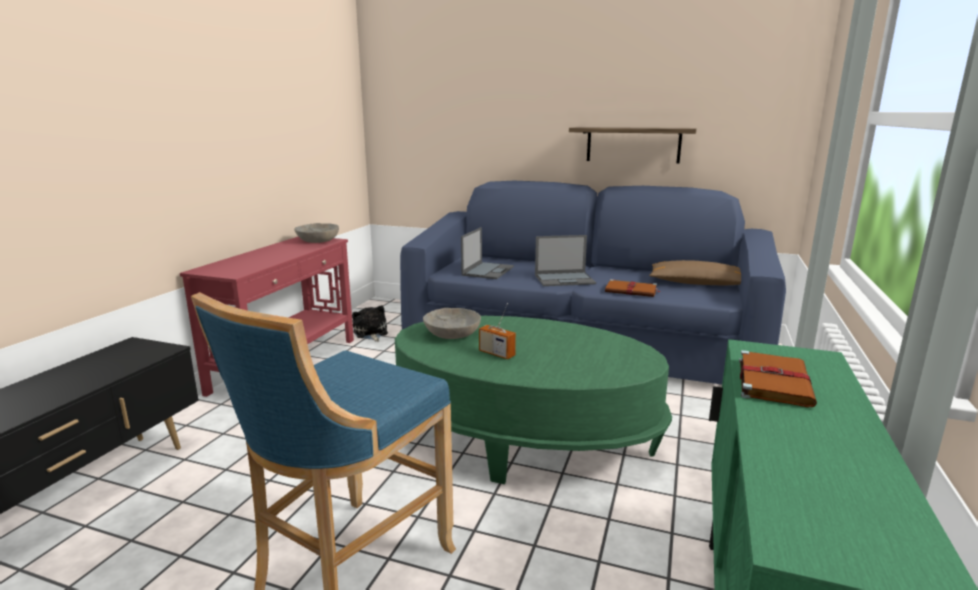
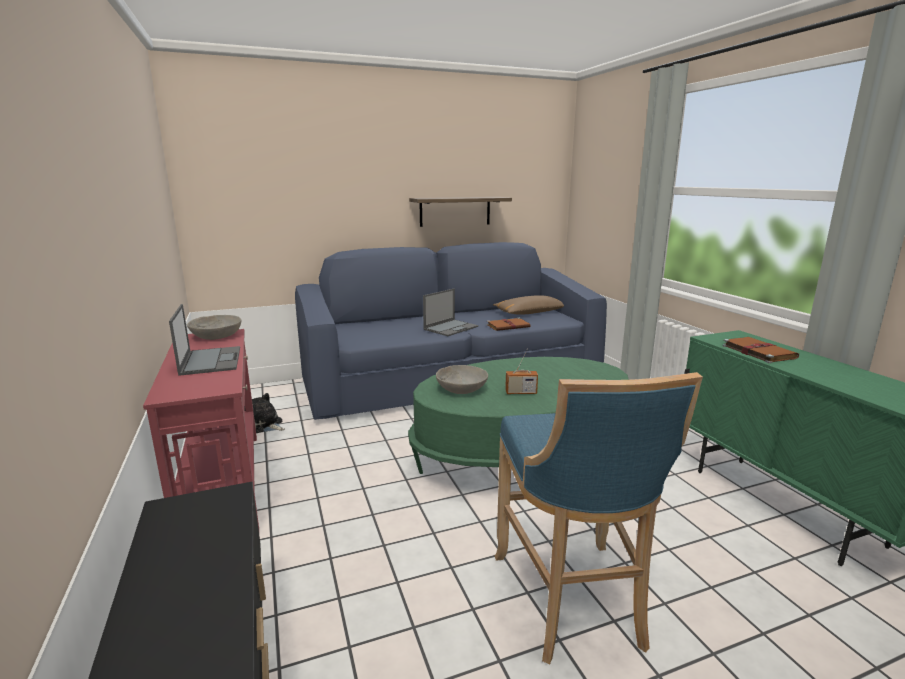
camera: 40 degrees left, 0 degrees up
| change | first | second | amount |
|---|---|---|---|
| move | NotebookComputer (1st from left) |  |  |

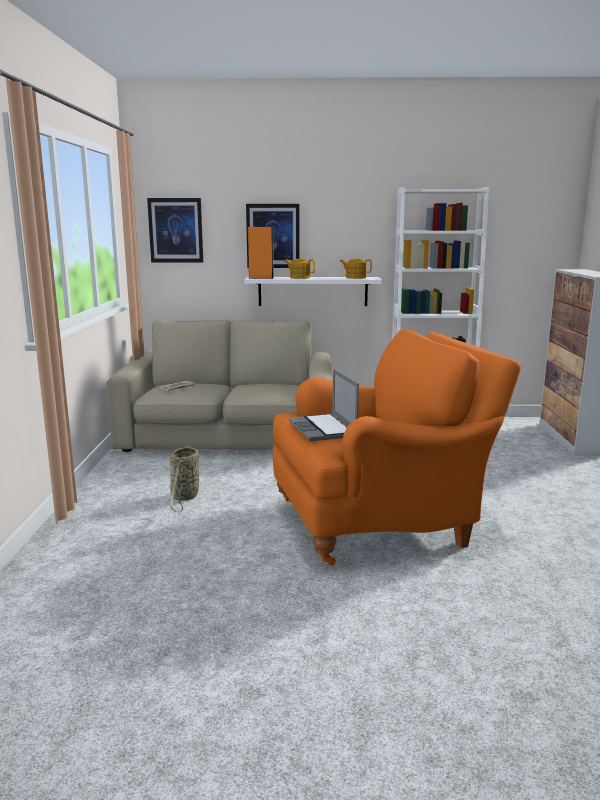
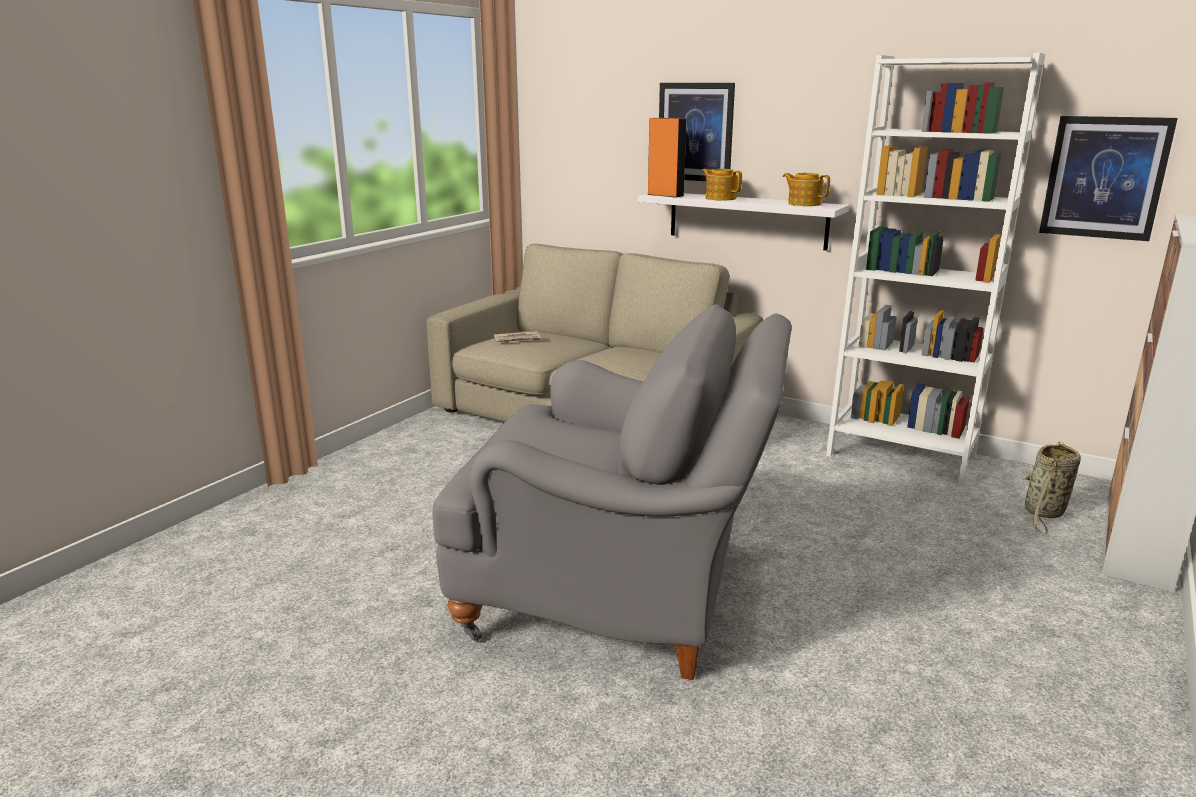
camera: 30 degrees right, 5 degrees up
| change | first | second | amount |
|---|---|---|---|
| delete | NotebookComputer |  |  |
| move | WallArt (1st from left in the first image) | WallArt (2nd from left) |  |
| move | HouseholdBasket |  |  |
| recolor | OrangeLoungeChair | GreyLoungeChair |  |

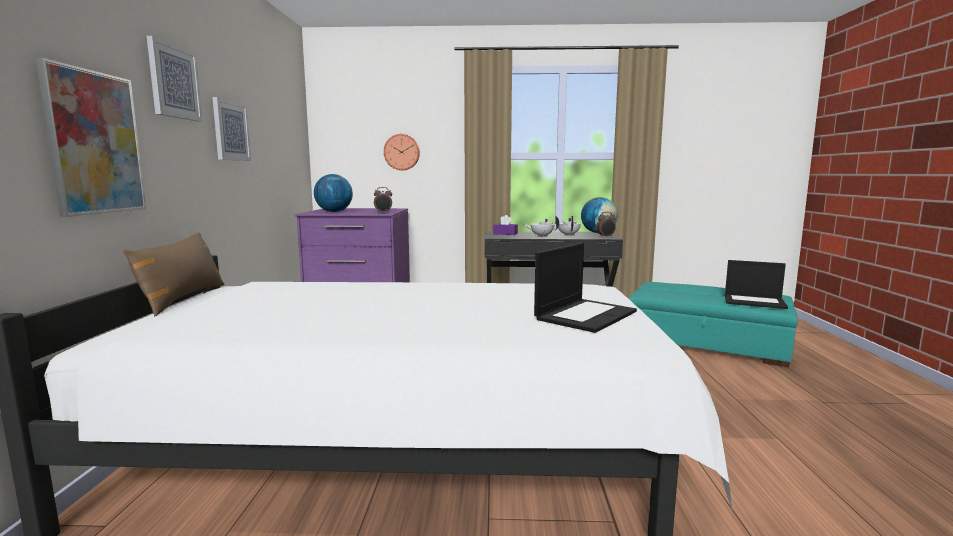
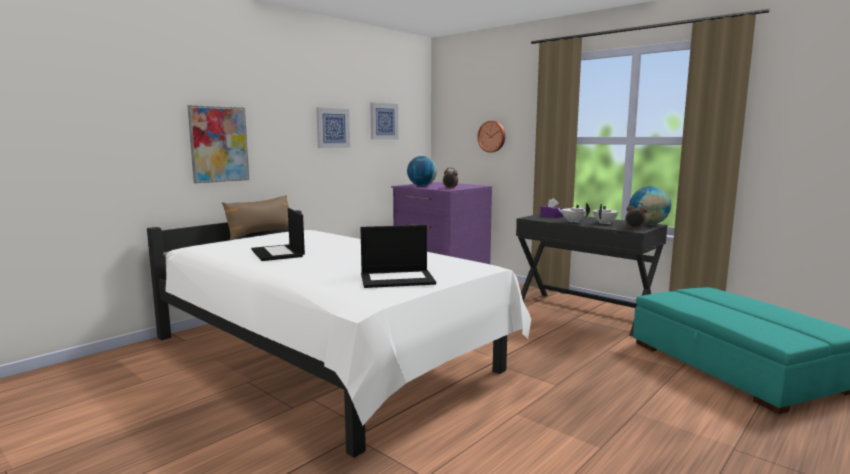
camera: 40 degrees right, 0 degrees up
| change | first | second | amount |
|---|---|---|---|
| move | WallArt (2nd from left in the first image) | WallArt (3rd from left) |  |
| move | NotebookComputer (2nd from left in the first image) | NotebookComputer (1st from left) |  |

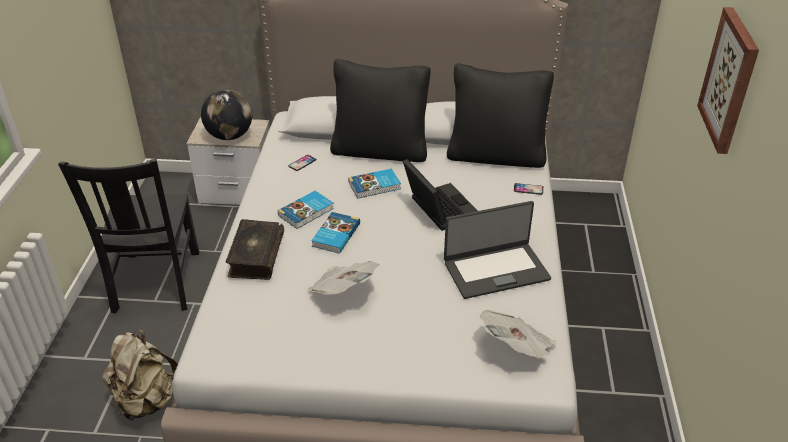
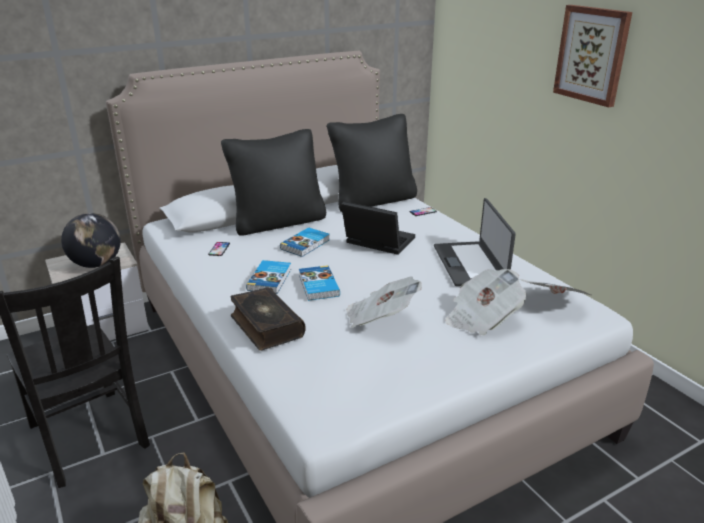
camera: 35 degrees left, 10 degrees down
| change | first | second | amount |
|---|---|---|---|
| insert |  | DailyPaper (2nd from left) |  |
| rotate | NotebookComputer (2nd from left) |  | 135 degrees clockwise |

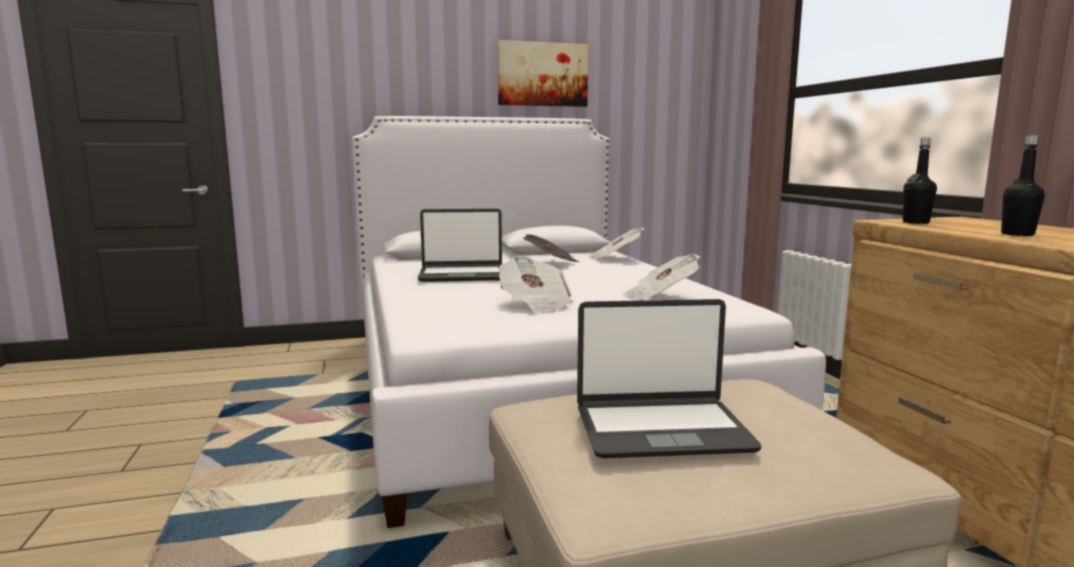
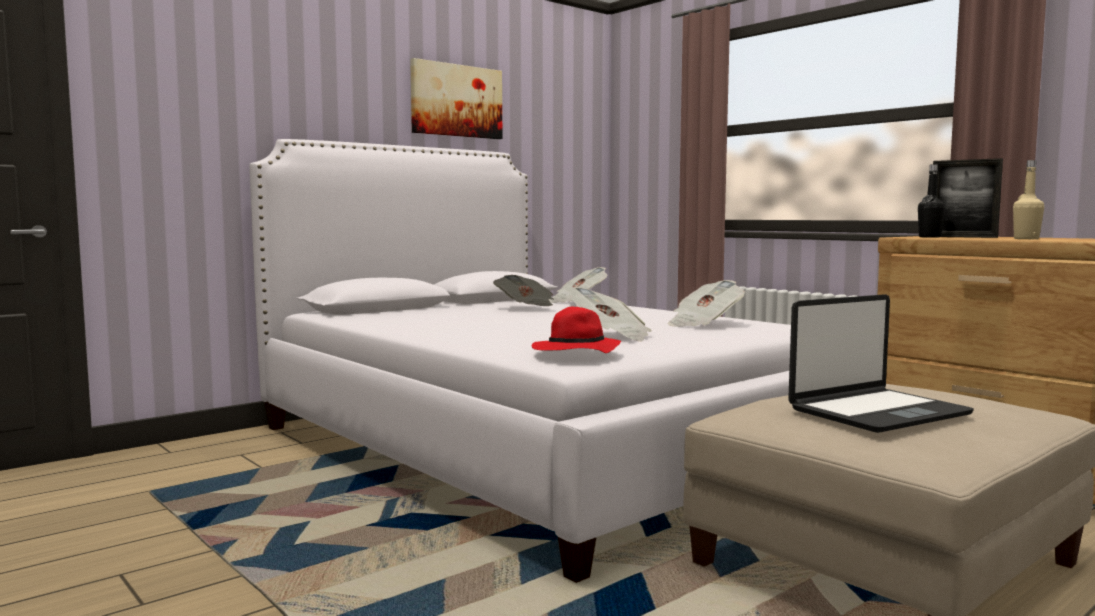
camera: 25 degrees left, 5 degrees down
| change | first | second | amount |
|---|---|---|---|
| delete | NotebookComputer (1st from left) |  |  |
| insert |  | RedColouredWearableHat |  |
| insert |  | PhotoFrame |  |
| recolor | BlackColouredBeverageBottle (2nd from left) | SandColouredBeverageBottle |  |

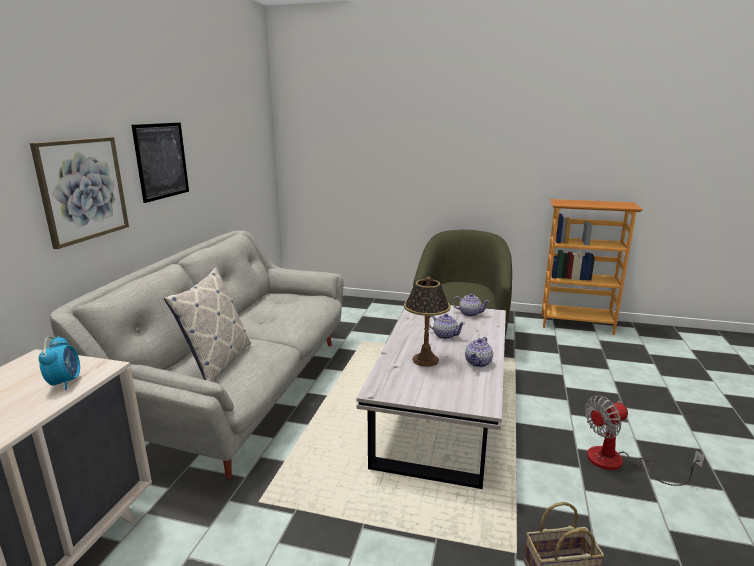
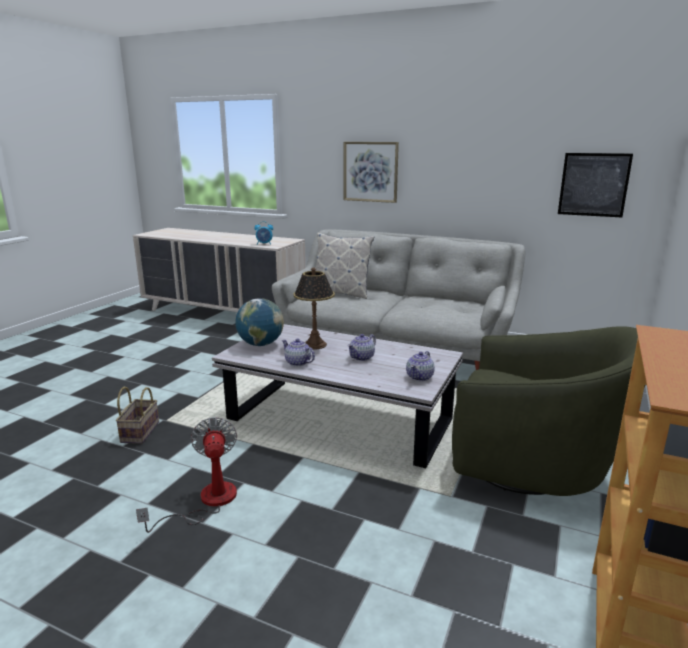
camera: 100 degrees right, 0 degrees up
| change | first | second | amount |
|---|---|---|---|
| insert |  | DeskGlobe |  |
| move | WallArt (2nd from left) |  |  |

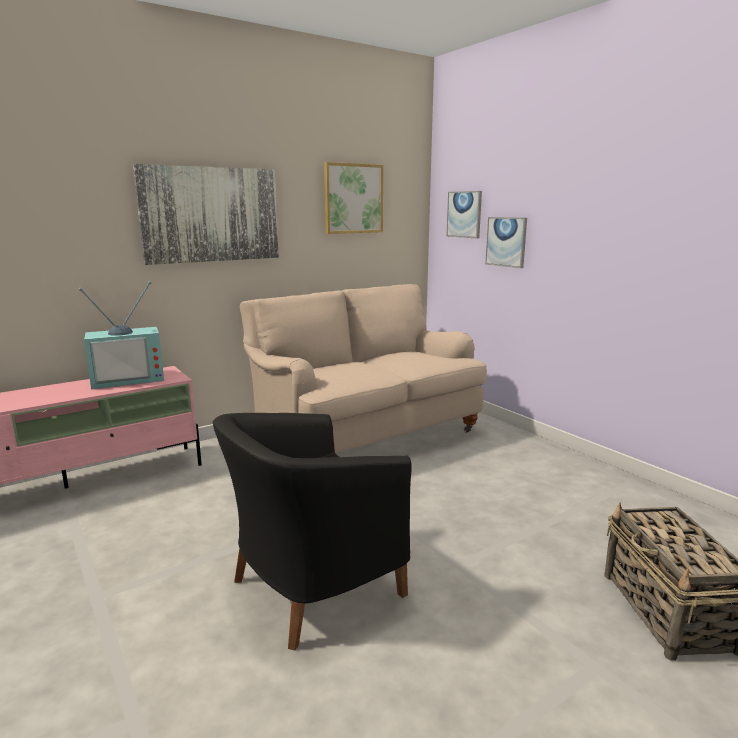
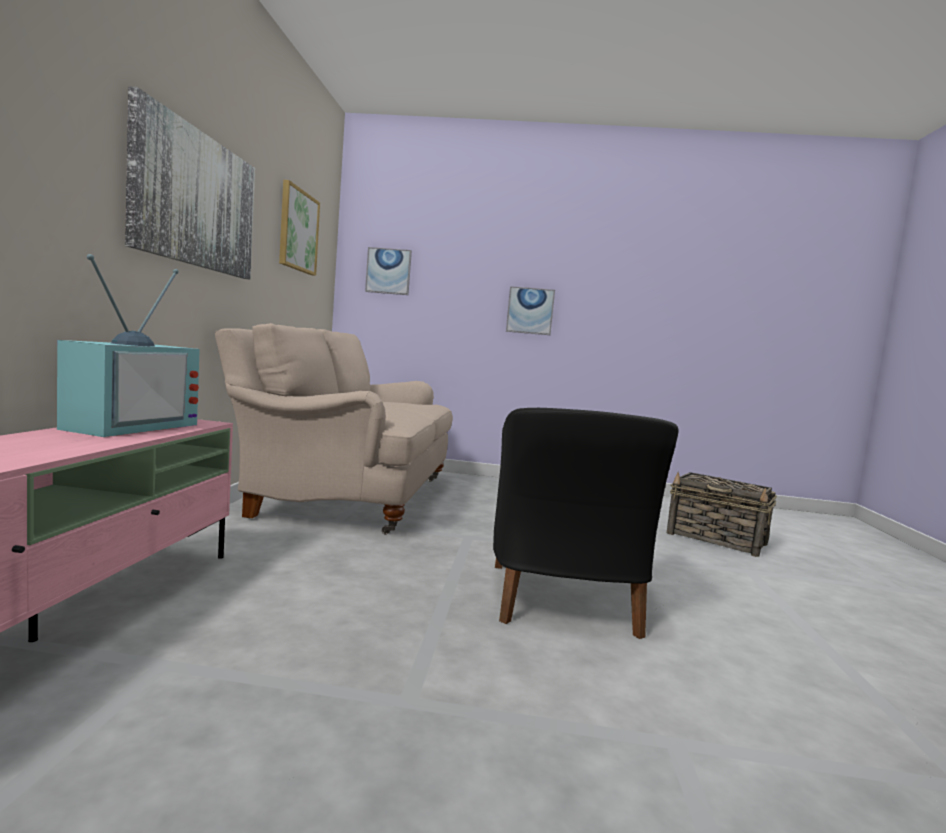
camera: 50 degrees left, 10 degrees down
| change | first | second | amount |
|---|---|---|---|
| move | WallArt (4th from left) |  |  |

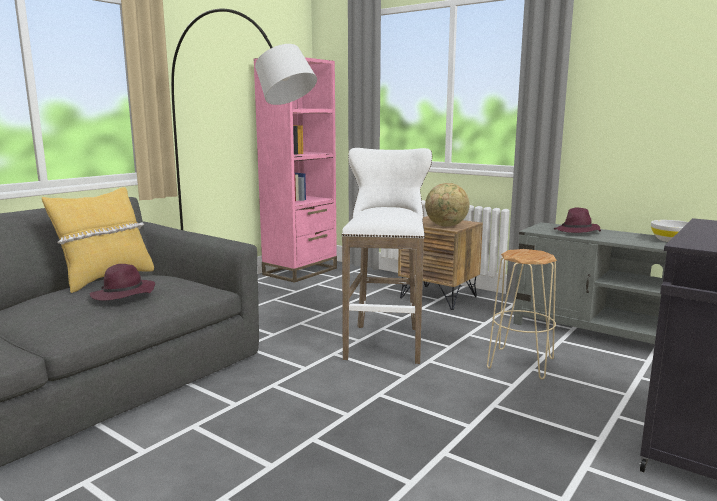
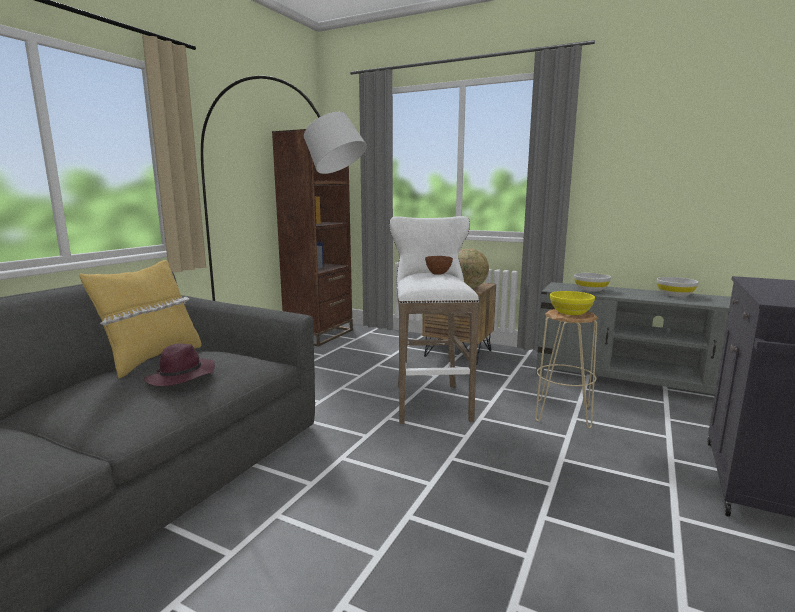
camera: 10 degrees left, 0 degrees up
| change | first | second | amount |
|---|---|---|---|
| insert |  | BrownishDeepDish |  |
| insert |  | YellowDeepDish |  |
| replace | PurpleColouredWearableHat (2nd from left) | WhiteDeepDish (1st from left) |  |
| recolor | PinkishShelvingUnit | BrownishShelvingUnit |  |

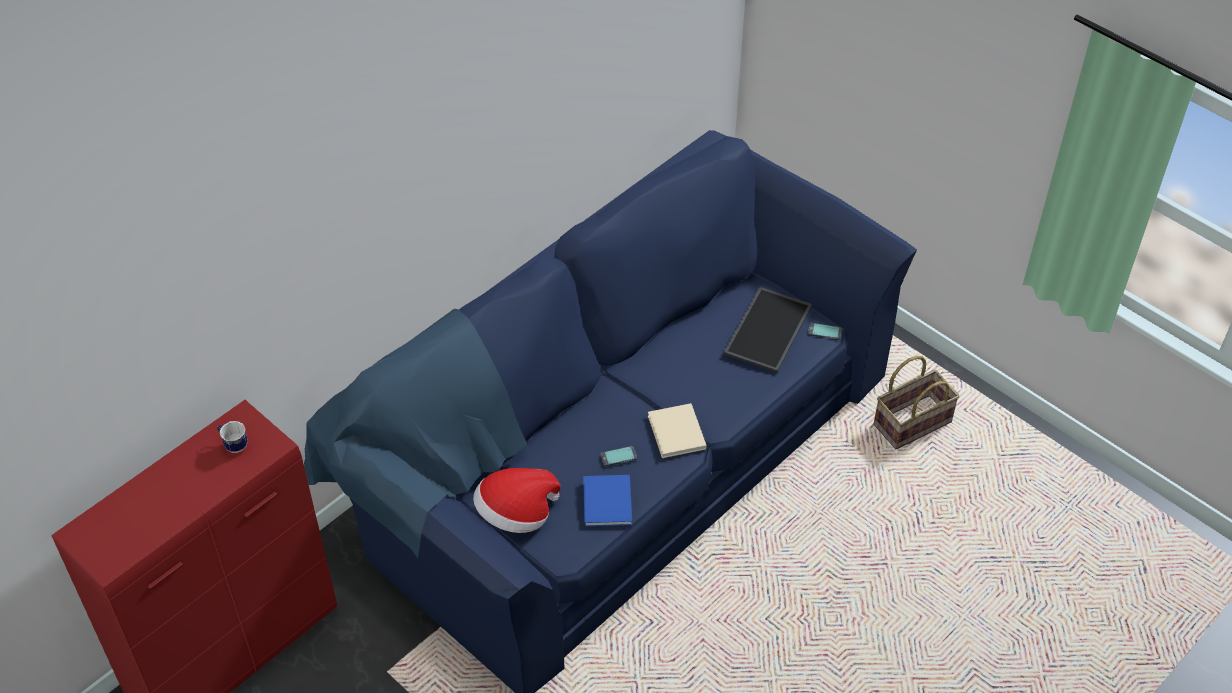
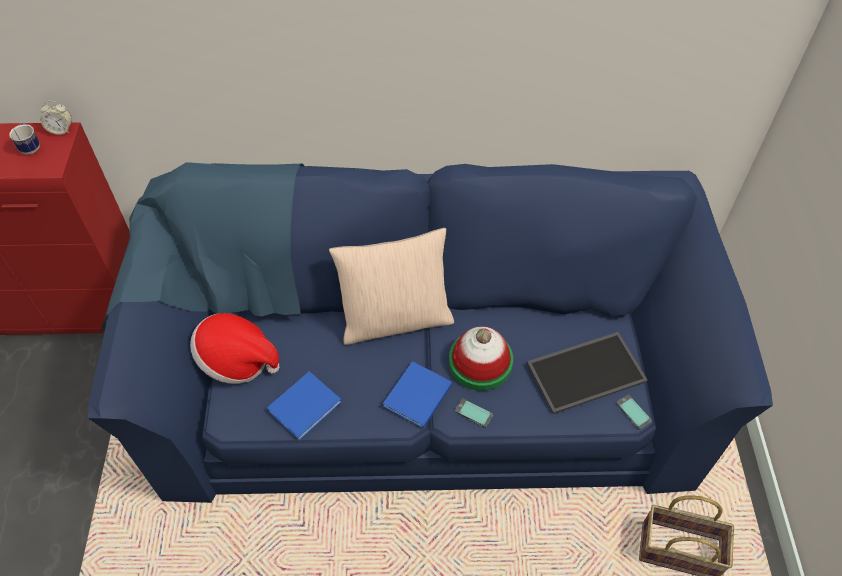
camera: 45 degrees right, 5 degrees up
| change | first | second | amount |
|---|---|---|---|
| insert |  | TableClock |  |
| insert |  | SandColouredCushion |  |
| insert |  | WearableHat (2nd from left) |  |
| move | Handset (1st from left) |  |  |
| recolor | SandColouredBook | BlueColouredBook (2nd from left) |  |

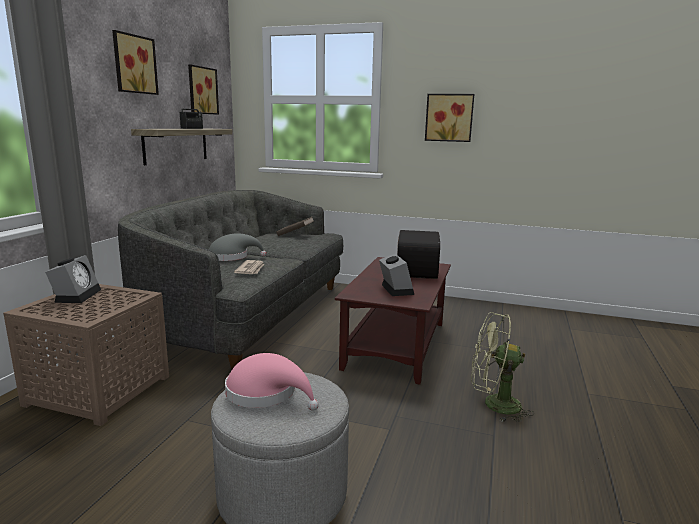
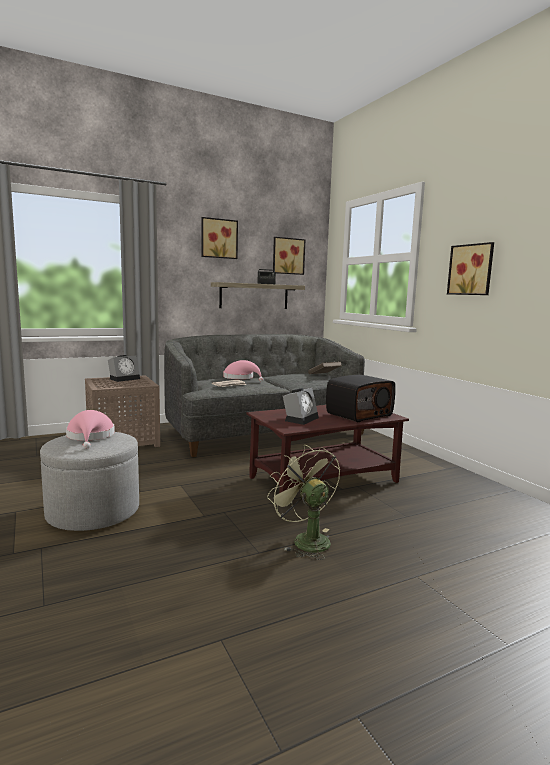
camera: 45 degrees right, 5 degrees down
| change | first | second | amount |
|---|---|---|---|
| recolor | GreyWearableHat | PinkishWearableHat (2nd from left) |  |

